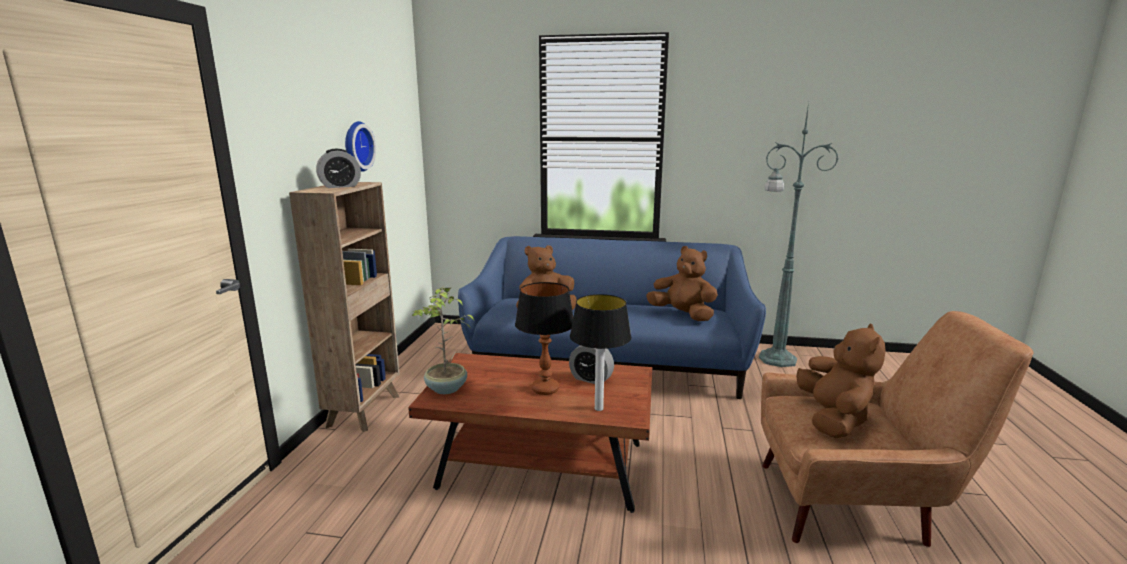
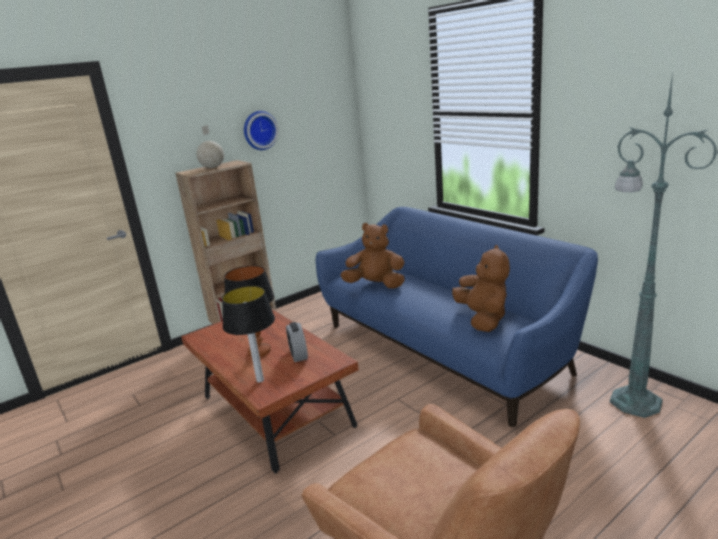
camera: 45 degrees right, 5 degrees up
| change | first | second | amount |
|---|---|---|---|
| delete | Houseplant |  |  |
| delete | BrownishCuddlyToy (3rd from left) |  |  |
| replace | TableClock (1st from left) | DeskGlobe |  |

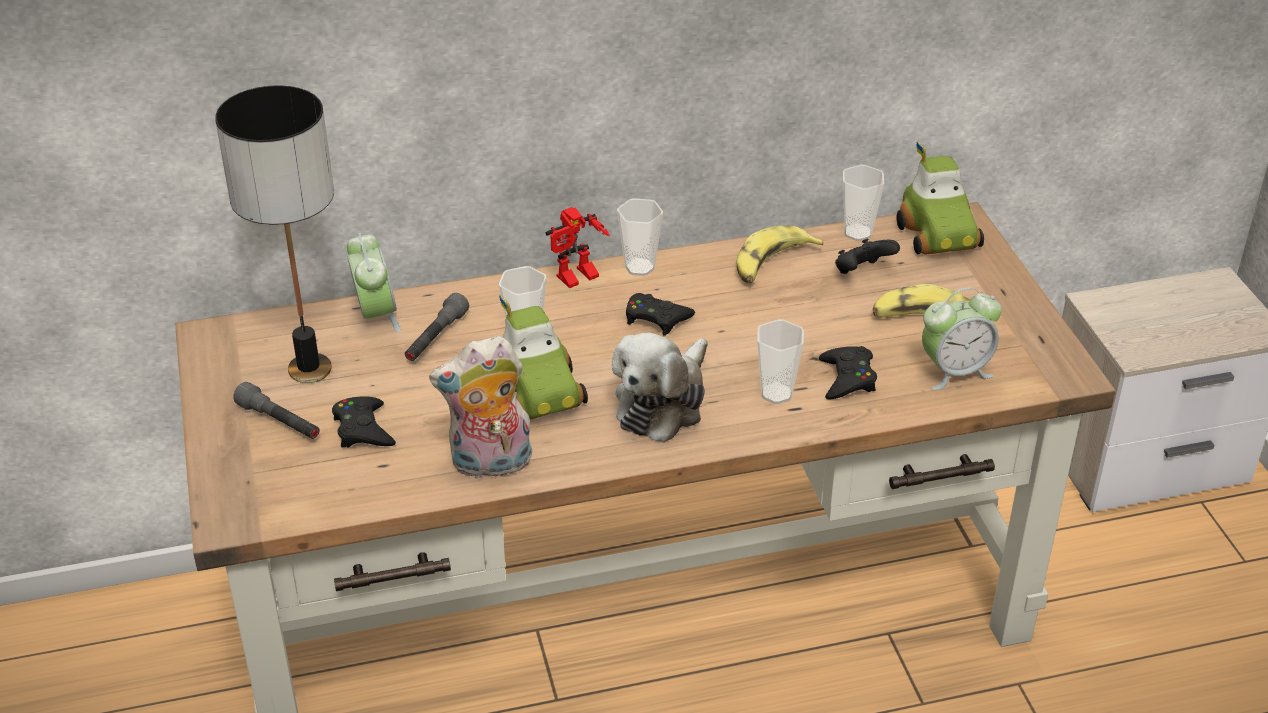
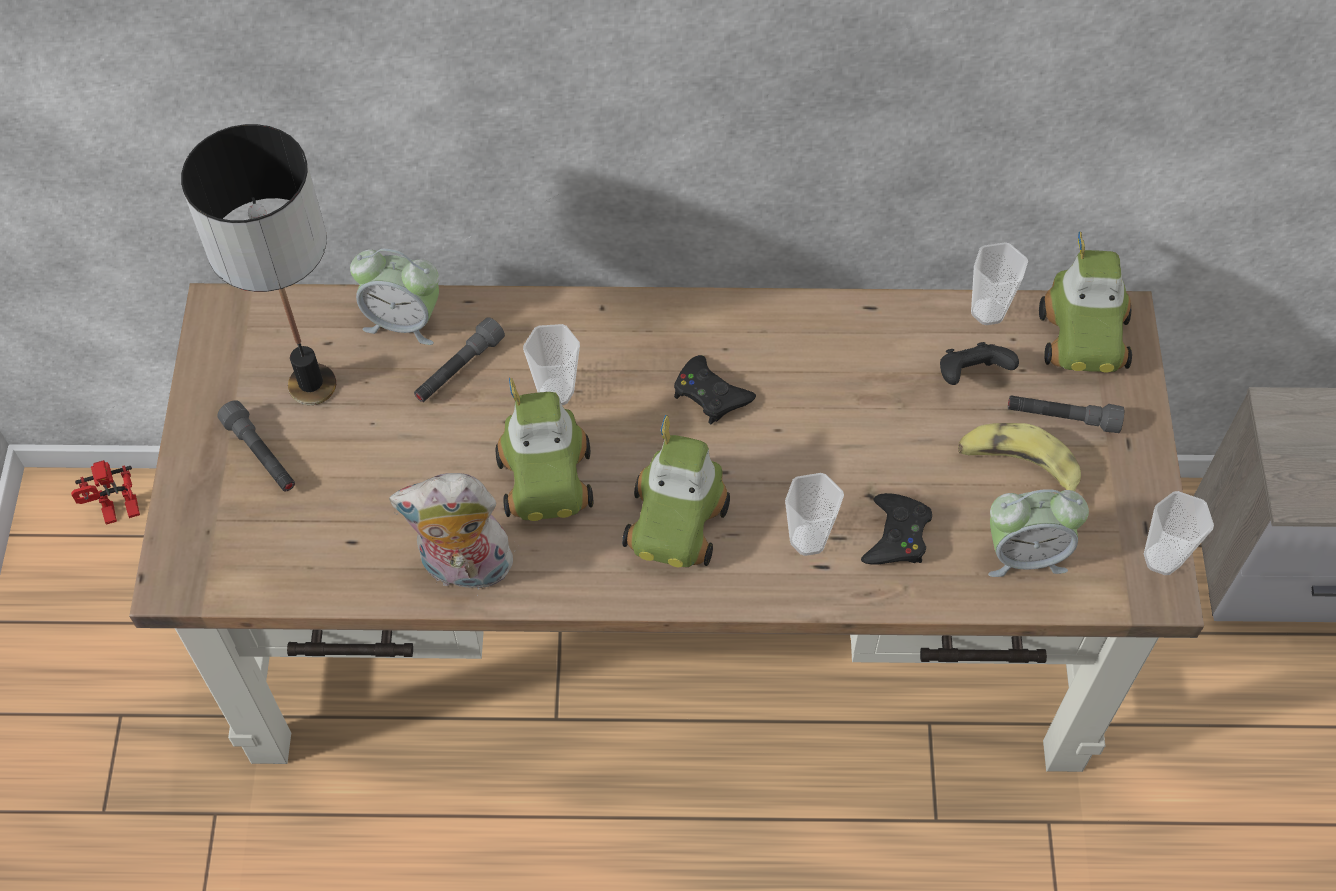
camera: 15 degrees right, 20 degrees up
| change | first | second | amount |
|---|---|---|---|
| delete | BlackColouredJoypad (1st from left) |  |  |
| delete | BananaFruit (1st from left) |  |  |
| insert |  | GreyFlashlight (3rd from left) |  |
| move | ModelRobot |  |  |
| move | SmallCup (2nd from left in the first image) | SmallCup (4th from left) |  |
| replace | CuddlyToy (2nd from left) | MiniatureCar (2nd from left) |  |
| rotate | TableClock (1st from left) |  | 105 degrees clockwise |

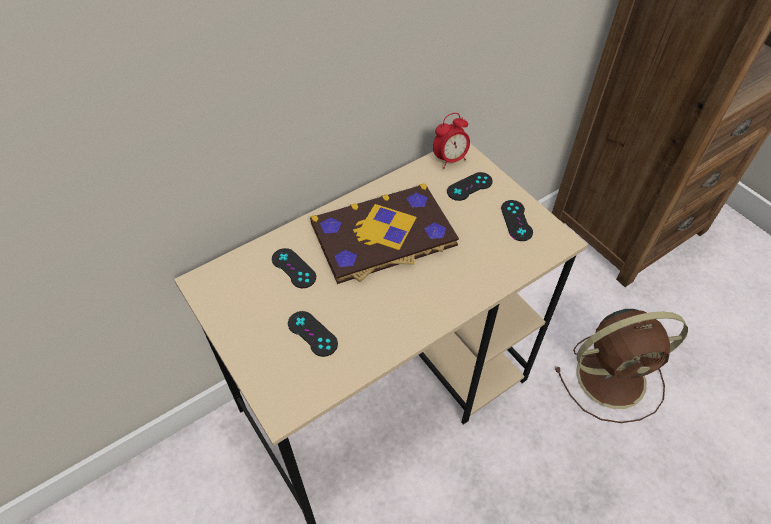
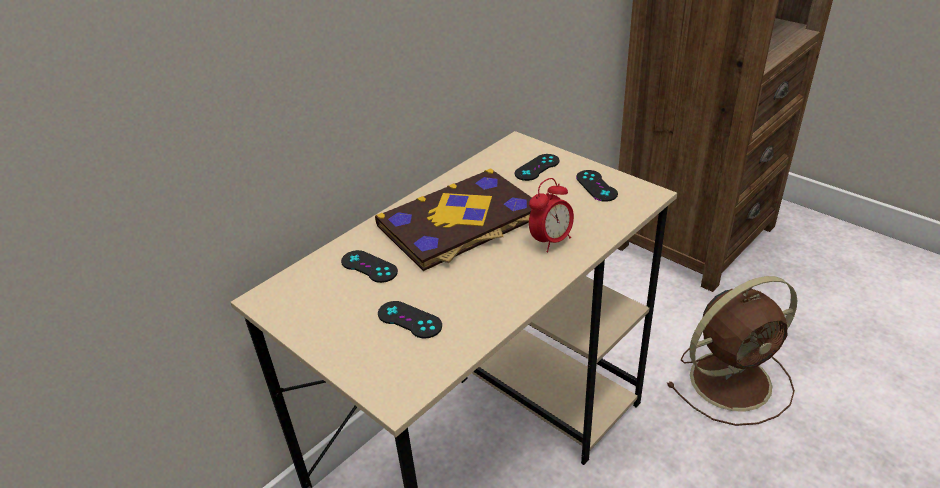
camera: 10 degrees left, 15 degrees down
| change | first | second | amount |
|---|---|---|---|
| move | TableClock |  |  |

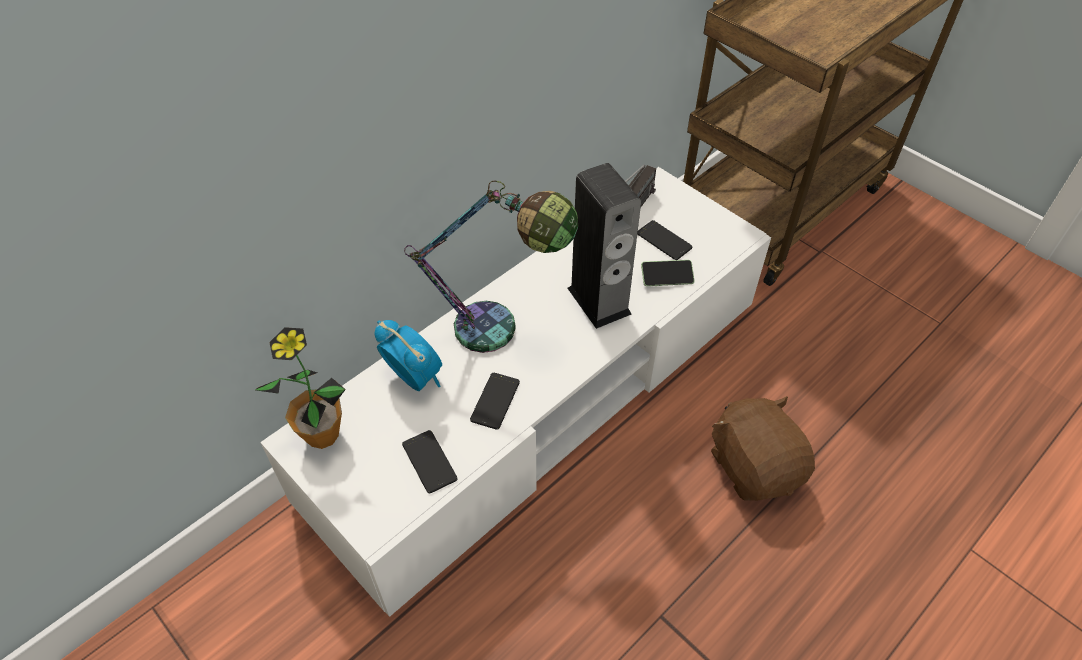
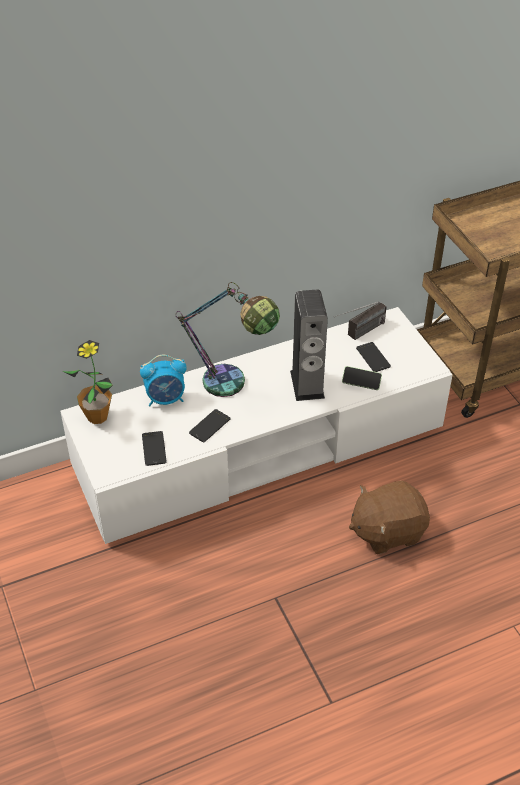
camera: 20 degrees right, 5 degrees down
| change | first | second | amount |
|---|---|---|---|
| rotate | TableClock |  | 105 degrees clockwise |
| rotate | BrownishCuddlyToy |  | 105 degrees counterclockwise |

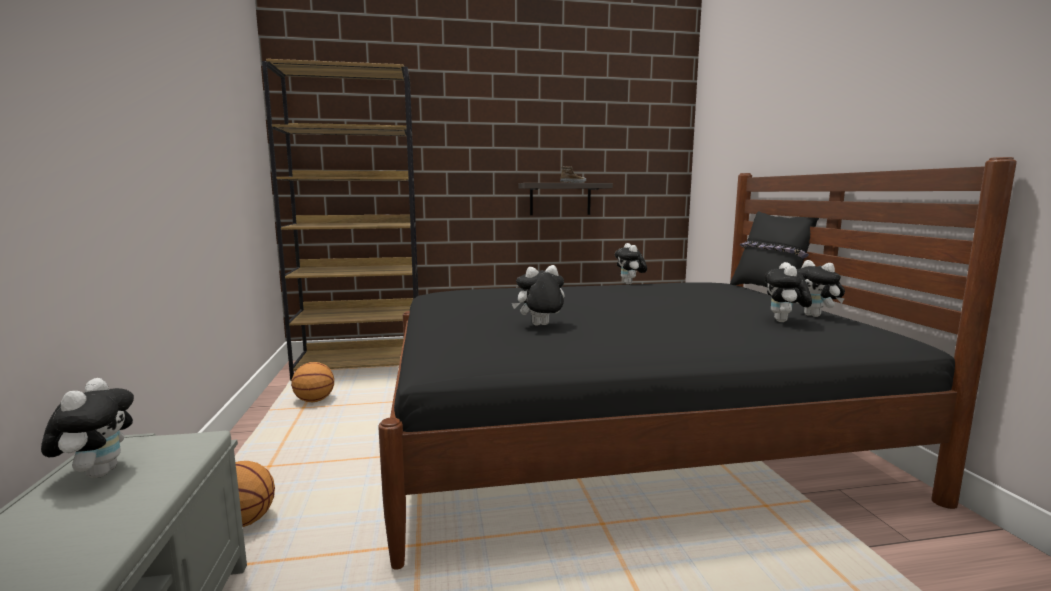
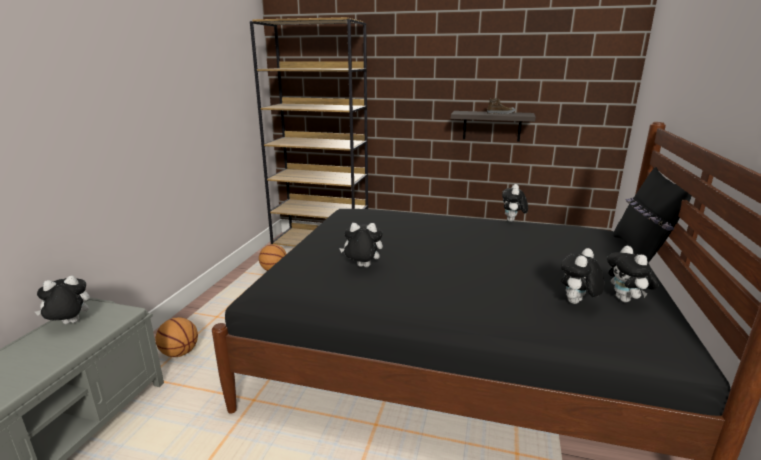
camera: 25 degrees right, 10 degrees up
| change | first | second | amount |
|---|---|---|---|
| rotate | CuddlyToy (1st from left) |  | 135 degrees counterclockwise |

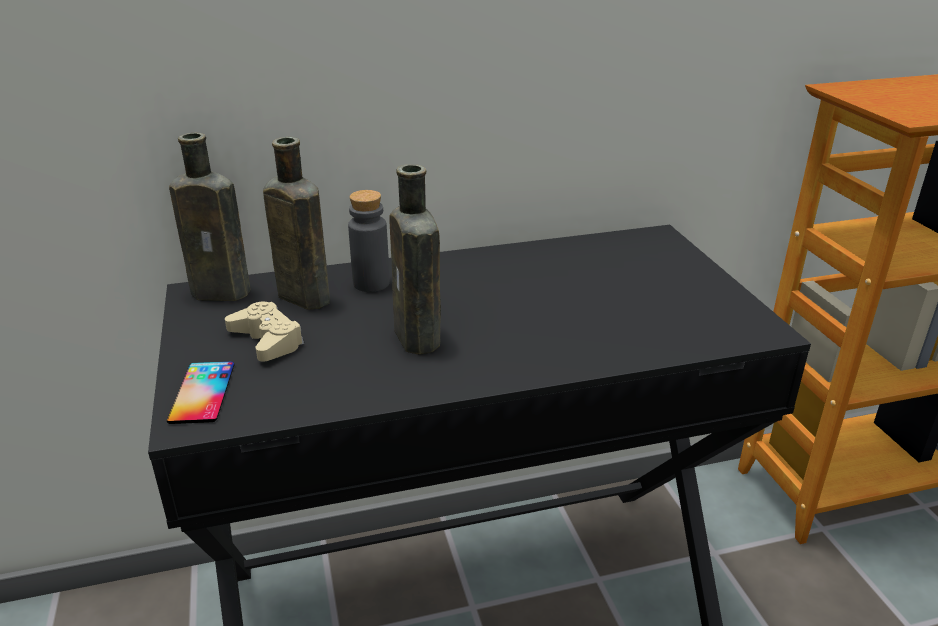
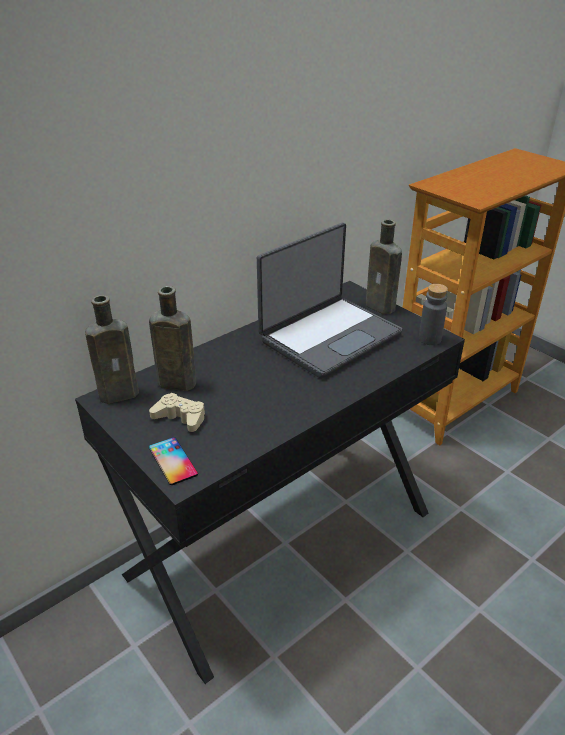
camera: 25 degrees left, 5 degrees up
| change | first | second | amount |
|---|---|---|---|
| insert |  | NotebookComputer |  |
| move | GreyBeverageBottle |  |  |
| move | BrownishBeverageBottle (3rd from left) |  |  |

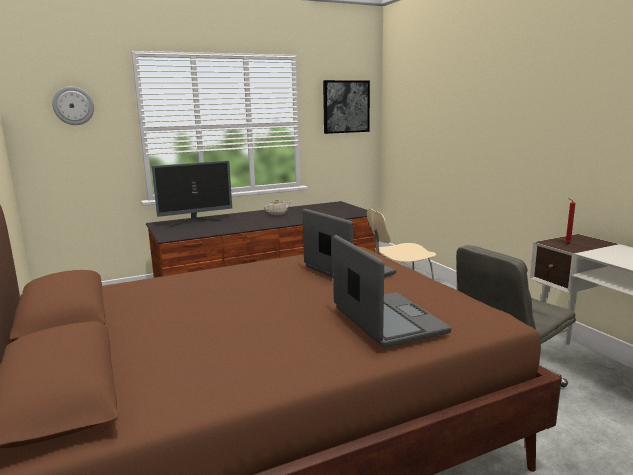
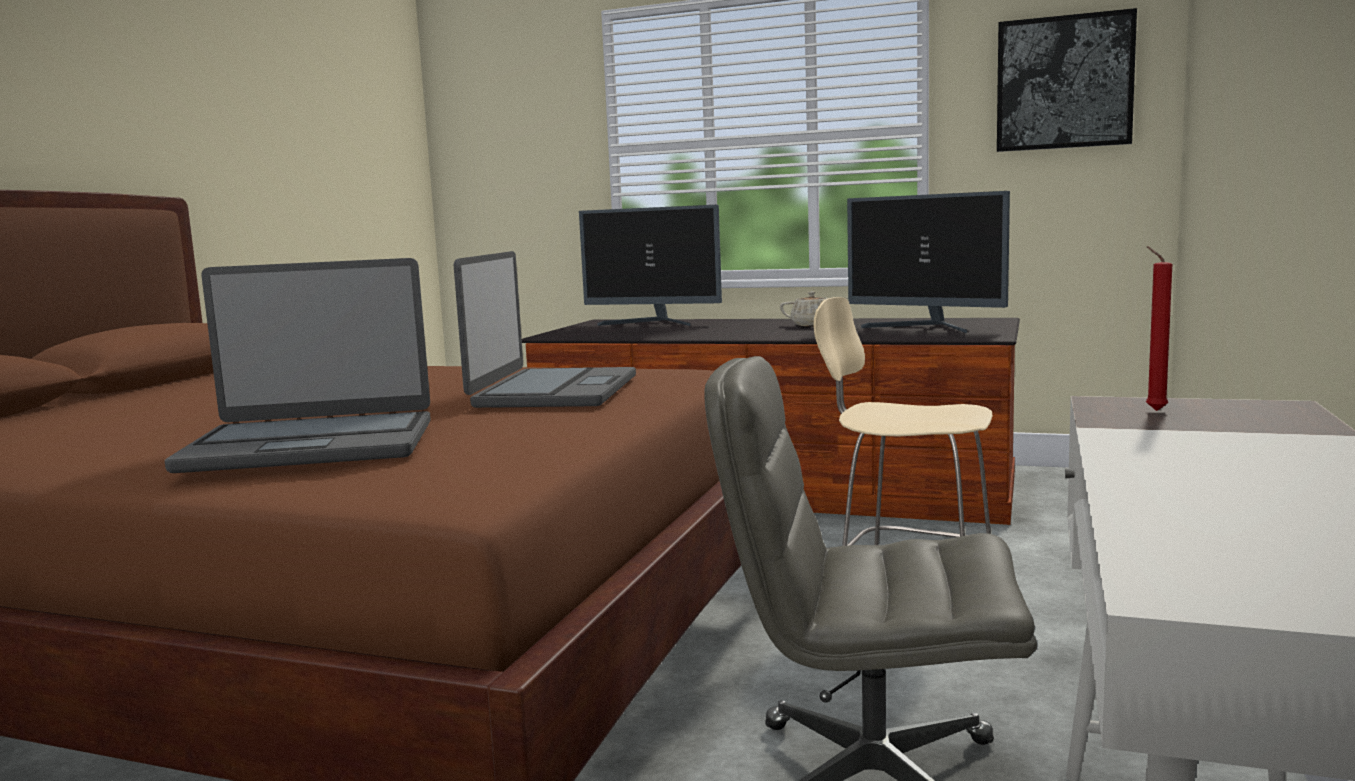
camera: 45 degrees right, 5 degrees down
| change | first | second | amount |
|---|---|---|---|
| delete | WallClock |  |  |
| insert |  | ComputerScreen (2nd from left) |  |
| rotate | NotebookComputer (2nd from left in the first image) | NotebookComputer (1st from left) | 60 degrees clockwise |

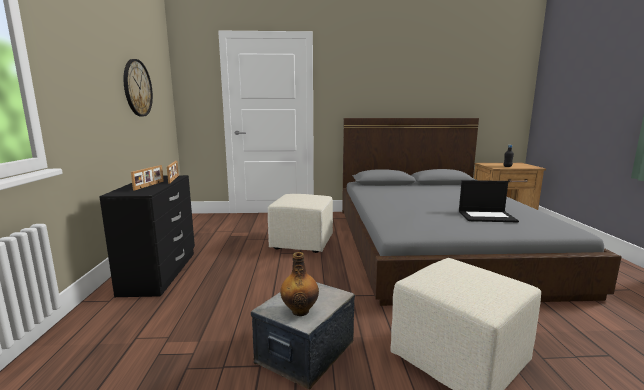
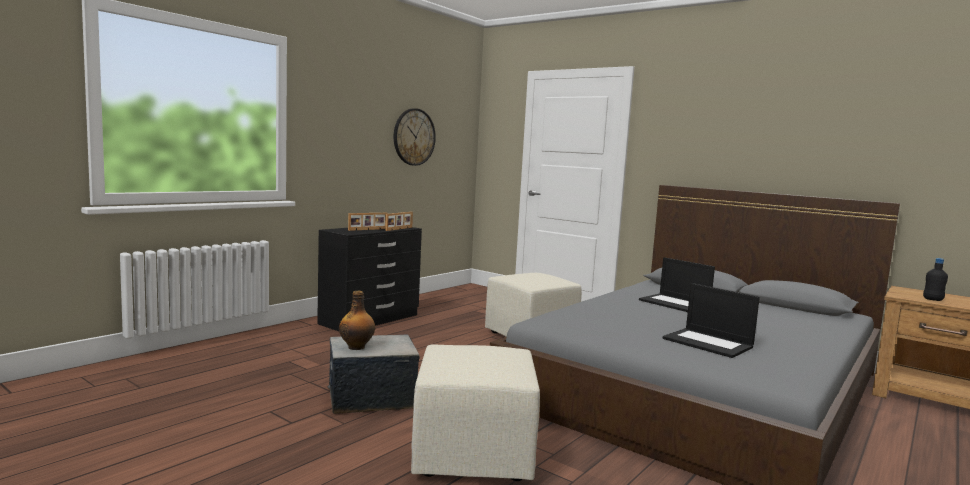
camera: 40 degrees right, 5 degrees down
| change | first | second | amount |
|---|---|---|---|
| insert |  | NotebookComputer (1st from left) |  |

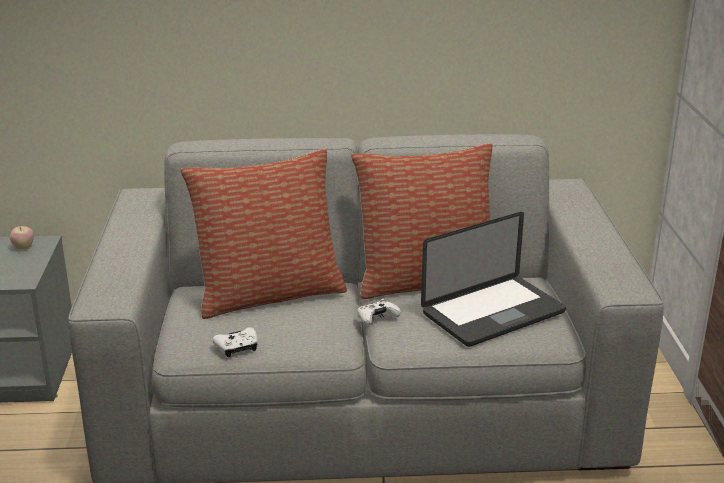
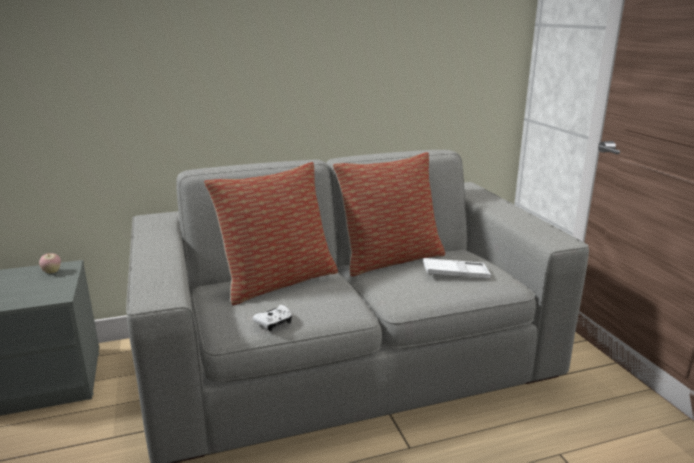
camera: 15 degrees left, 5 degrees down
| change | first | second | amount |
|---|---|---|---|
| delete | WhiteJoypad (2nd from left) |  |  |
| replace | NotebookComputer | WhiteTray |  |

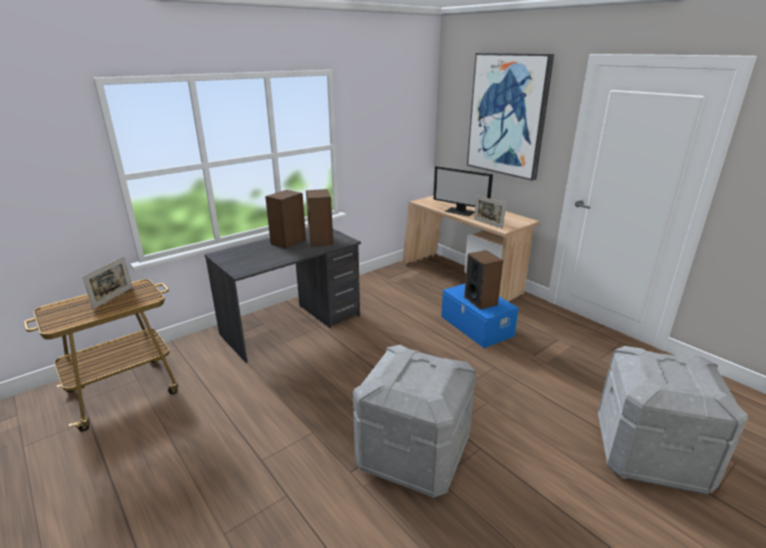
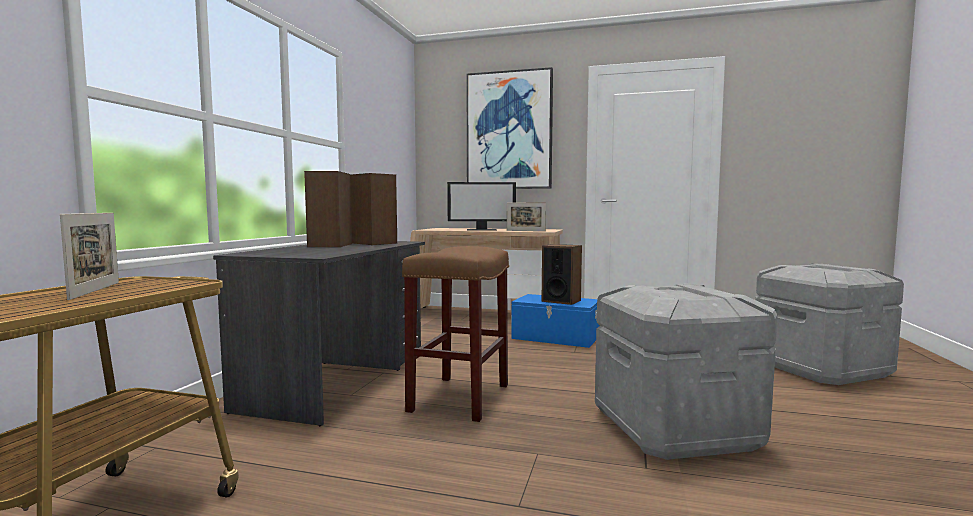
camera: 35 degrees left, 20 degrees down
| change | first | second | amount |
|---|---|---|---|
| insert |  | BrownishSittingStool |  |

